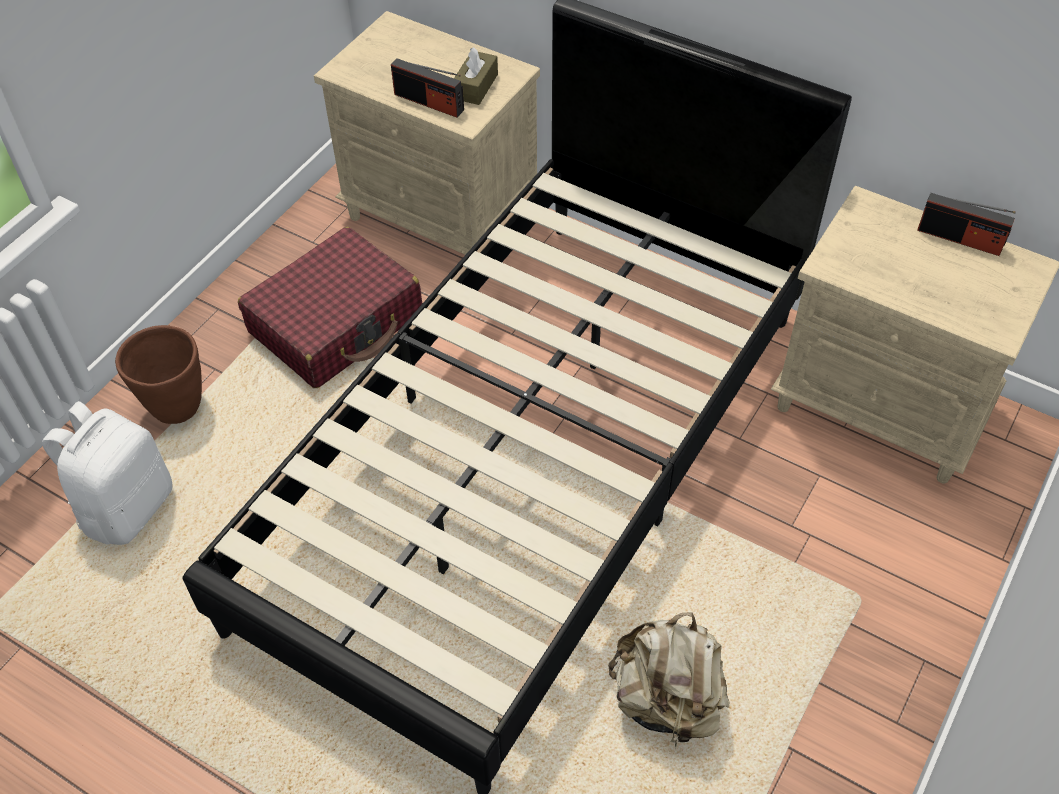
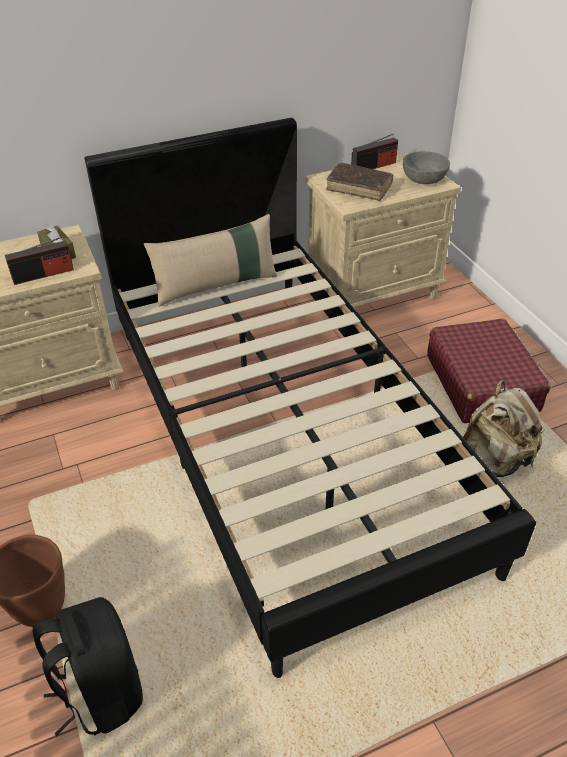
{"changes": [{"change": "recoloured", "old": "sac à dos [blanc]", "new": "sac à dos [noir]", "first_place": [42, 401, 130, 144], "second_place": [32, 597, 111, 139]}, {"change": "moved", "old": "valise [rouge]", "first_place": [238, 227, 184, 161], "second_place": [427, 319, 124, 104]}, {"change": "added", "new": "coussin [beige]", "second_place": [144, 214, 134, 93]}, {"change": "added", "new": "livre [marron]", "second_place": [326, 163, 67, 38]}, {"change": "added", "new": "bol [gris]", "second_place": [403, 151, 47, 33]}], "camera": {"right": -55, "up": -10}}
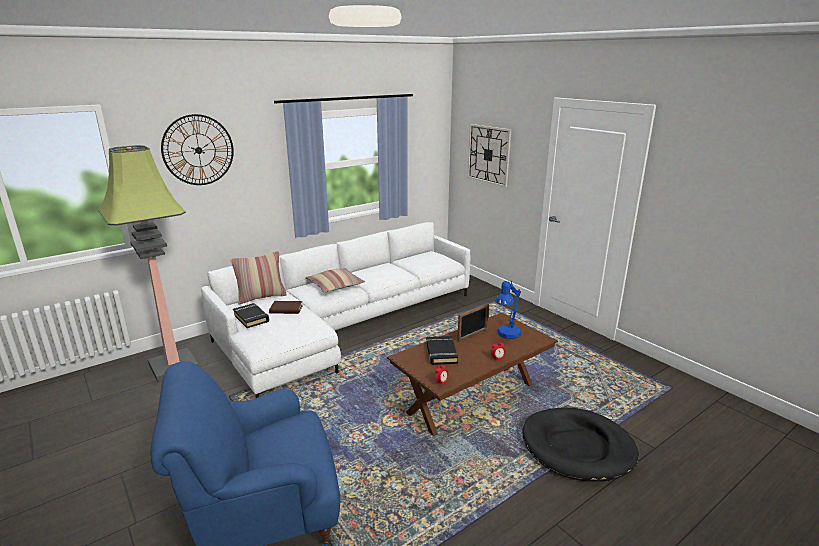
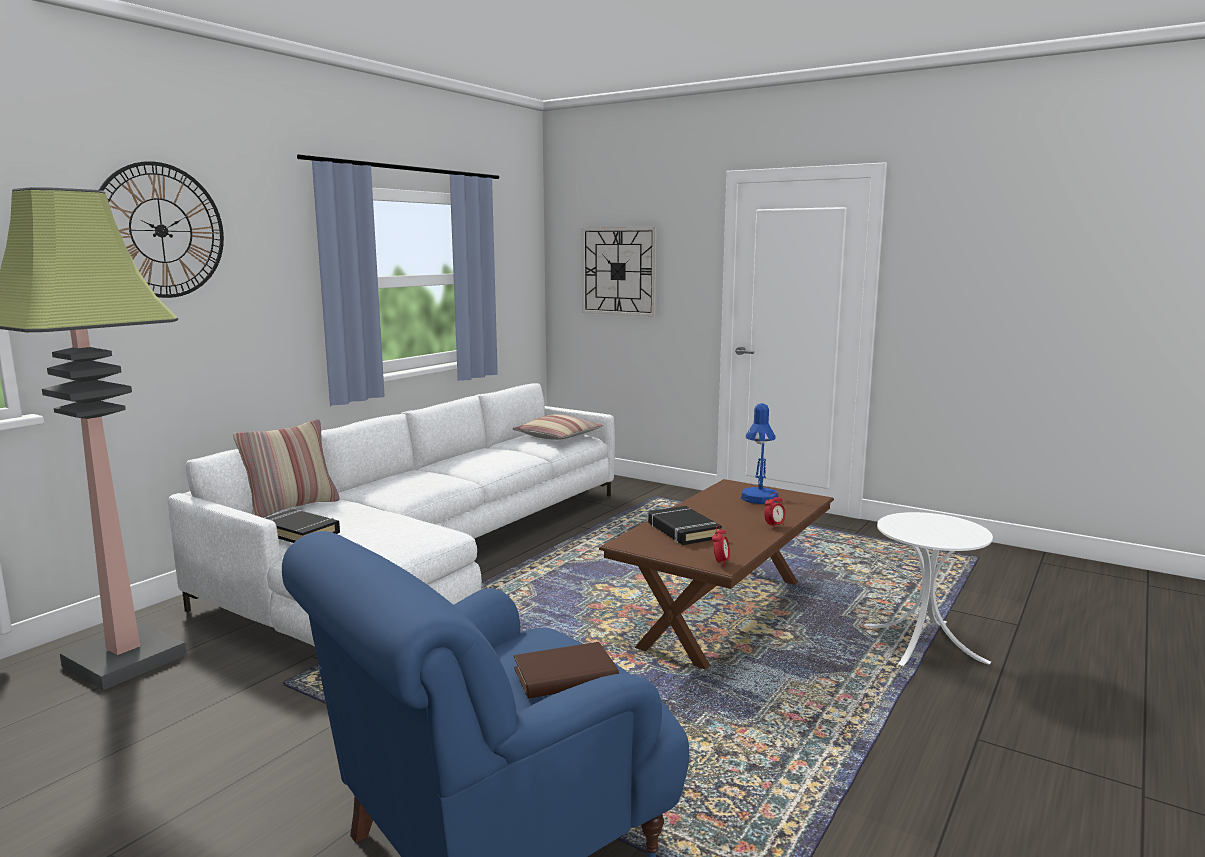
{"changes": [{"change": "moved", "old": "livre [marron]", "first_place": [269, 301, 34, 13], "second_place": [514, 642, 105, 57]}, {"change": "moved", "old": "coussin", "first_place": [306, 268, 59, 25], "second_place": [513, 414, 90, 26]}, {"change": "removed", "old": "cadre photo", "first_place": [457, 303, 32, 39]}, {"change": "replaced", "old": "panier pour chien [noir]", "new": "table d'appoint [blanc]", "first_place": [522, 408, 117, 74], "second_place": [864, 512, 129, 154]}], "camera": {"right": -20, "up": -10}}
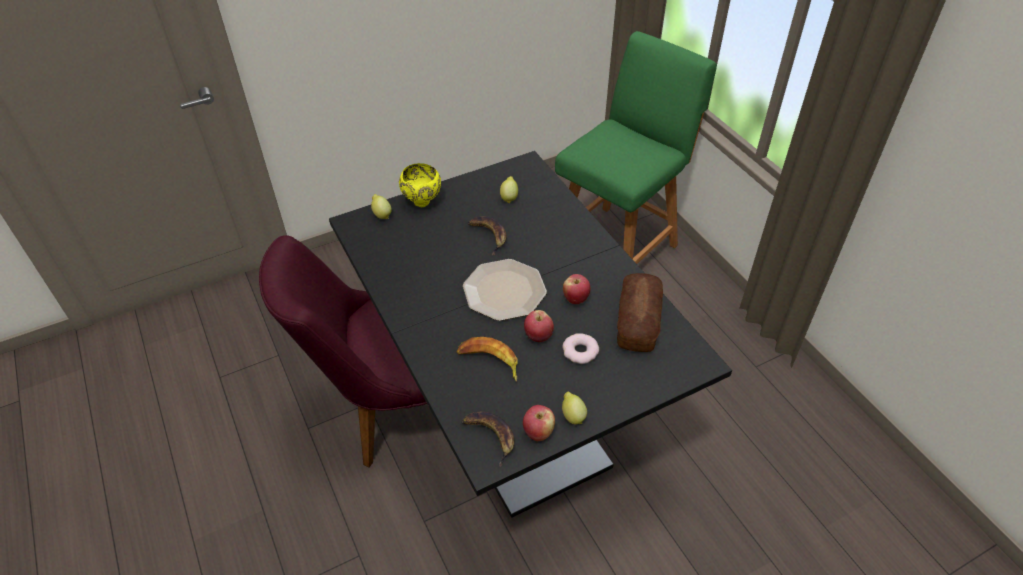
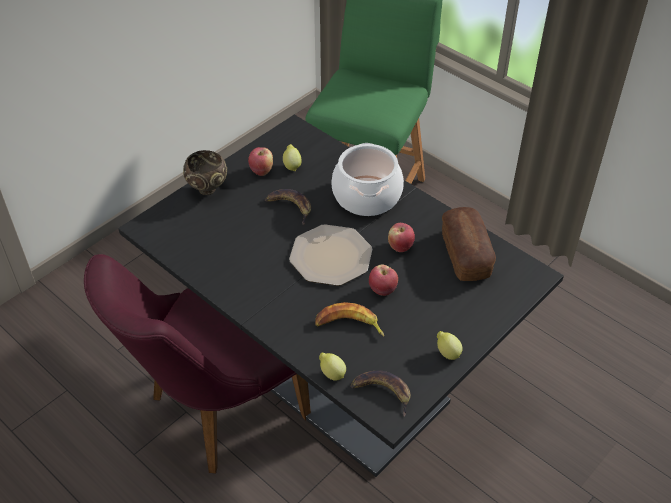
{"changes": [{"change": "moved", "old": "citron", "first_place": [371, 194, 21, 25], "second_place": [319, 353, 27, 28]}, {"change": "recoloured", "old": "bol [jaune]", "new": "bol [marron]", "first_place": [399, 163, 42, 44], "second_place": [183, 150, 44, 45]}, {"change": "moved", "old": "pomme", "first_place": [523, 405, 32, 36], "second_place": [248, 147, 25, 29]}, {"change": "removed", "old": "beignet", "first_place": [562, 333, 37, 31]}, {"change": "added", "new": "marmite", "second_place": [332, 143, 72, 73]}], "camera": {"right": -20, "up": 0}}
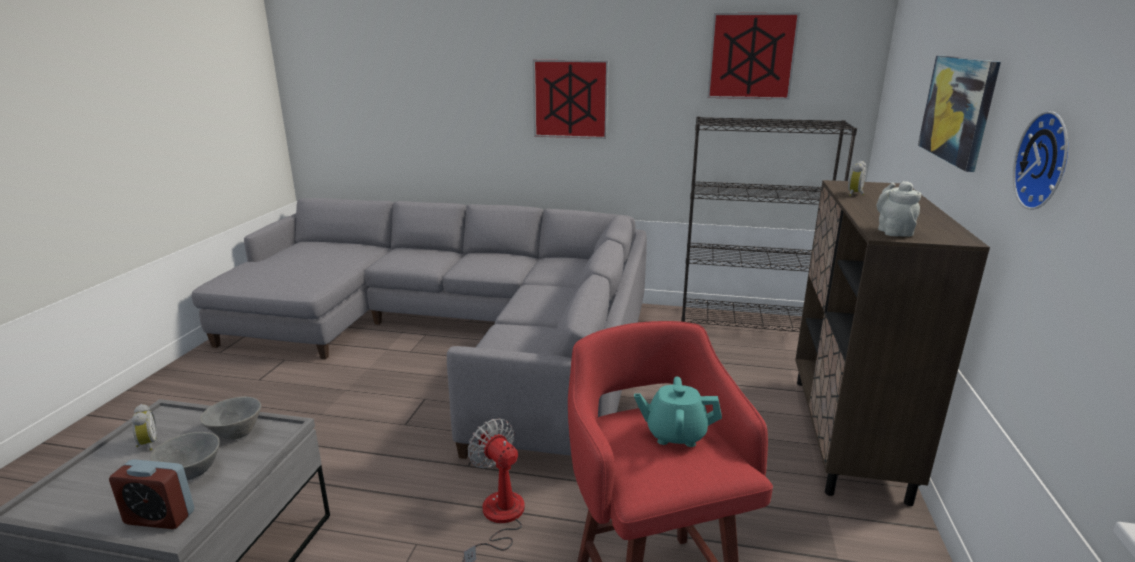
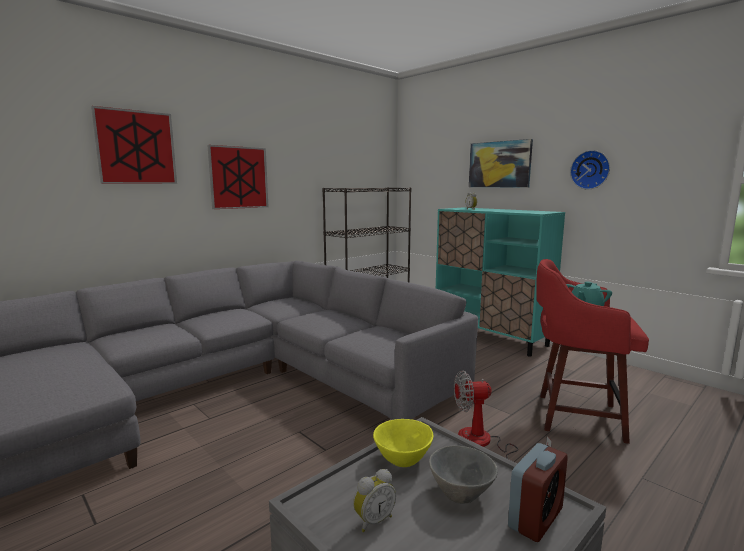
{"changes": [{"change": "turned", "old": "réveil", "first_place": [132, 404, 25, 47], "second_place": [353, 469, 43, 63], "degrees": 135}, {"change": "recoloured", "old": "bol [gris]", "new": "bol [jaune]", "first_place": [200, 397, 61, 43], "second_place": [373, 419, 60, 48]}, {"change": "moved", "old": "tableau", "first_place": [707, 13, 93, 87], "second_place": [91, 106, 86, 78]}, {"change": "recoloured", "old": "meuble de rangement [marron]", "new": "meuble de rangement [turquoise]", "first_place": [795, 180, 195, 326], "second_place": [436, 208, 129, 149]}, {"change": "removed", "old": "théière [gris]", "first_place": [876, 181, 45, 56]}], "camera": {"right": -55, "up": -10}}
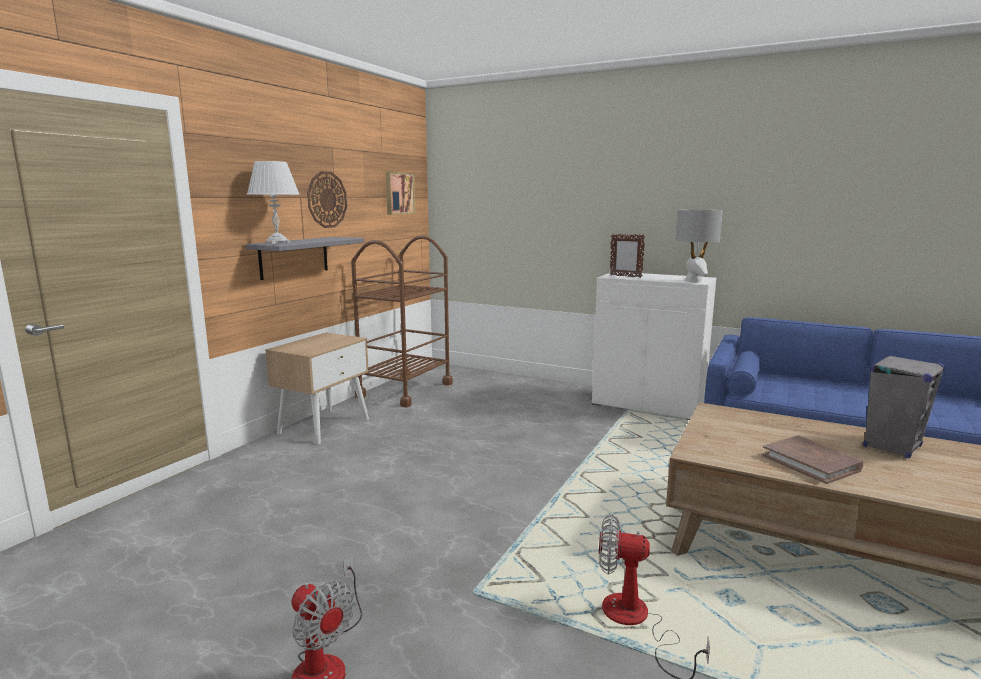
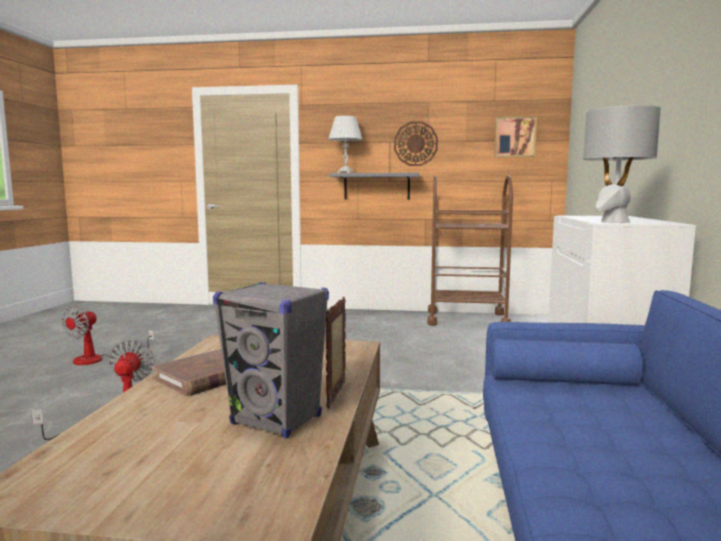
{"changes": [{"change": "removed", "old": "table de chevet [beige]", "first_place": [265, 333, 104, 111]}, {"change": "moved", "old": "cadre photo", "first_place": [610, 234, 35, 44], "second_place": [326, 297, 20, 112]}], "camera": {"right": 70, "up": -5}}
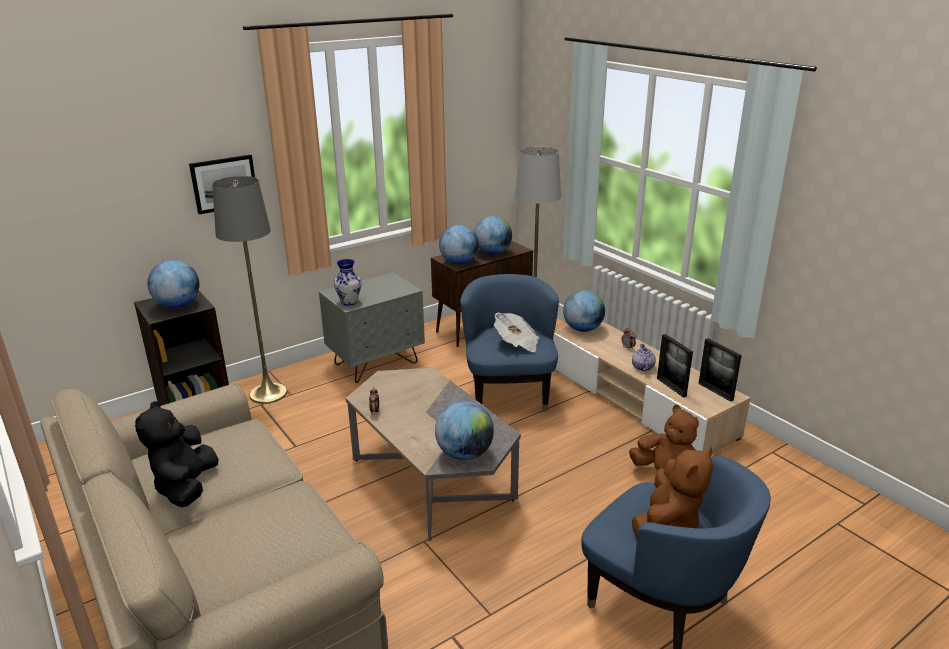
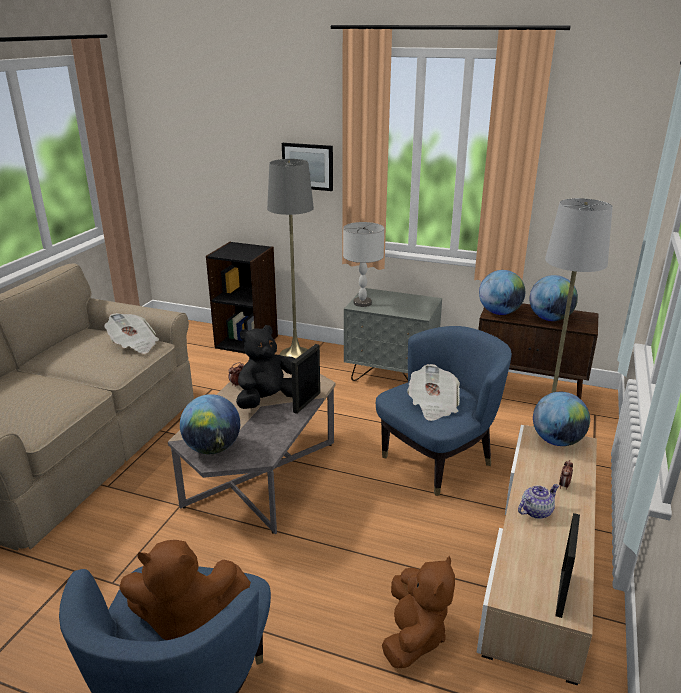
{"changes": [{"change": "moved", "old": "peluche [noir]", "first_place": [135, 401, 84, 106], "second_place": [236, 325, 60, 84]}, {"change": "removed", "old": "globe", "first_place": [147, 260, 52, 48]}, {"change": "replaced", "old": "vase", "new": "lampe de table [gris]", "first_place": [334, 259, 27, 46], "second_place": [343, 222, 41, 85]}, {"change": "moved", "old": "cadre photo", "first_place": [657, 334, 36, 64], "second_place": [291, 344, 29, 70]}, {"change": "added", "new": "journal", "second_place": [105, 313, 54, 41]}], "camera": {"right": 55, "up": 0}}
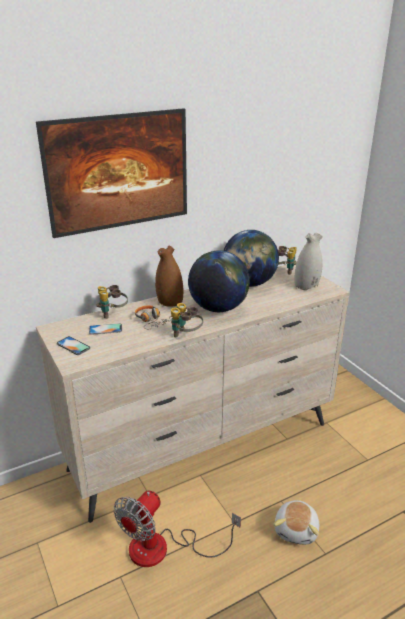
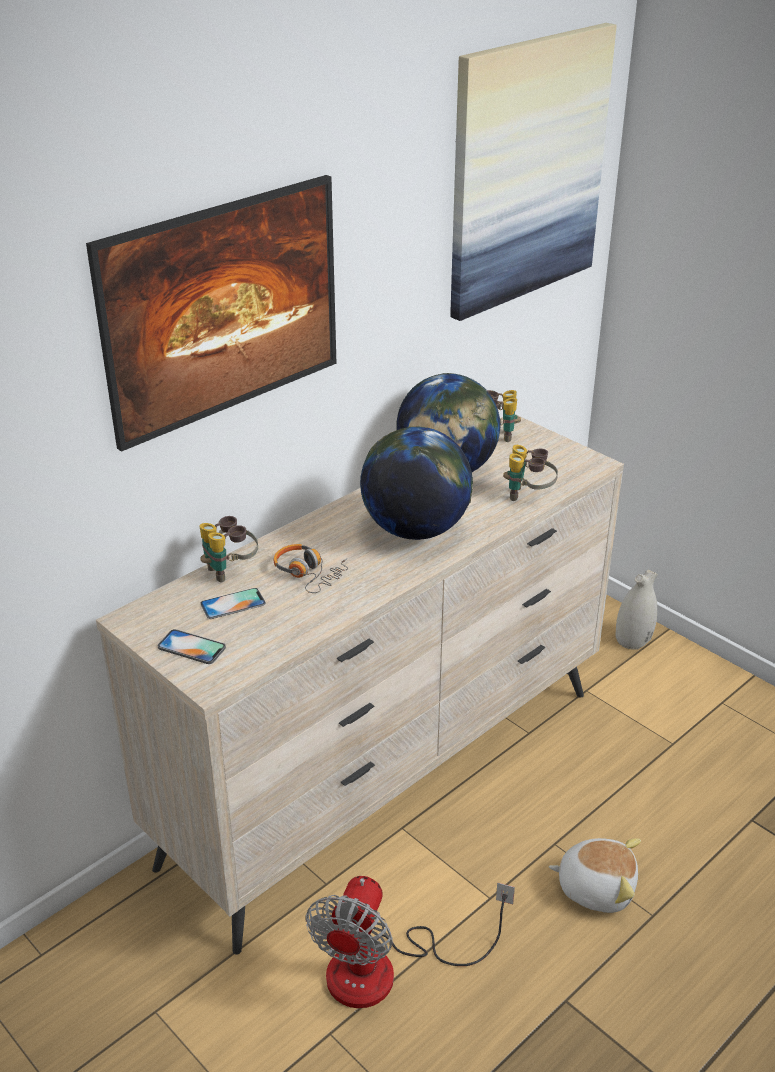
{"changes": [{"change": "removed", "old": "vase [marron]", "first_place": [155, 246, 28, 61]}, {"change": "moved", "old": "jumelles", "first_place": [171, 303, 32, 35], "second_place": [503, 445, 55, 56]}, {"change": "turned", "old": "peluche", "first_place": [274, 500, 45, 45], "second_place": [548, 838, 93, 75], "degrees": -75}, {"change": "moved", "old": "vase [blanc]", "first_place": [295, 233, 28, 57], "second_place": [616, 569, 42, 81]}, {"change": "added", "new": "tableau", "second_place": [450, 23, 167, 298]}], "camera": {"right": -15, "up": 5}}
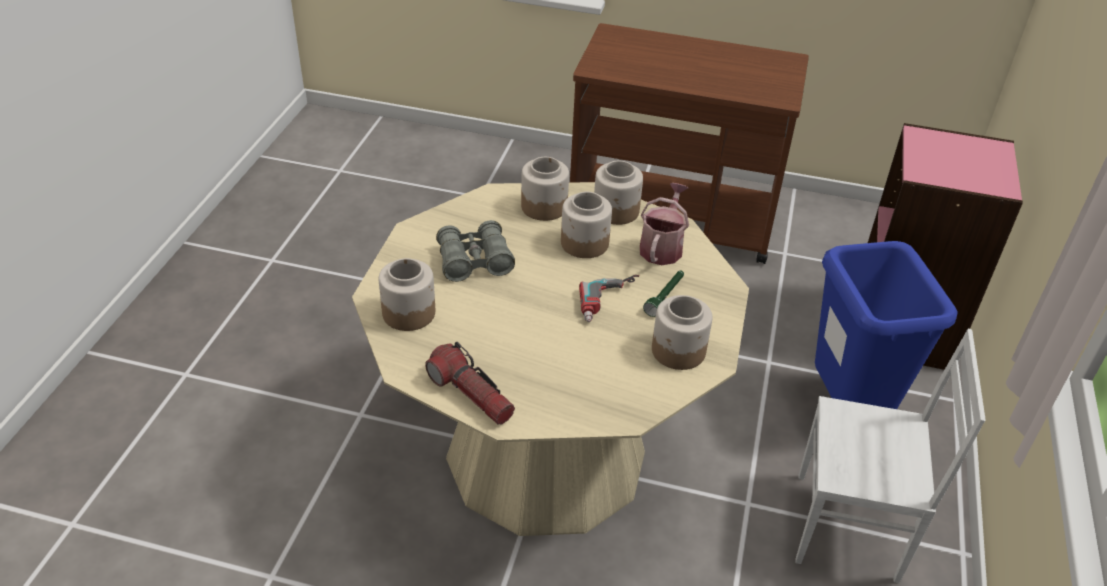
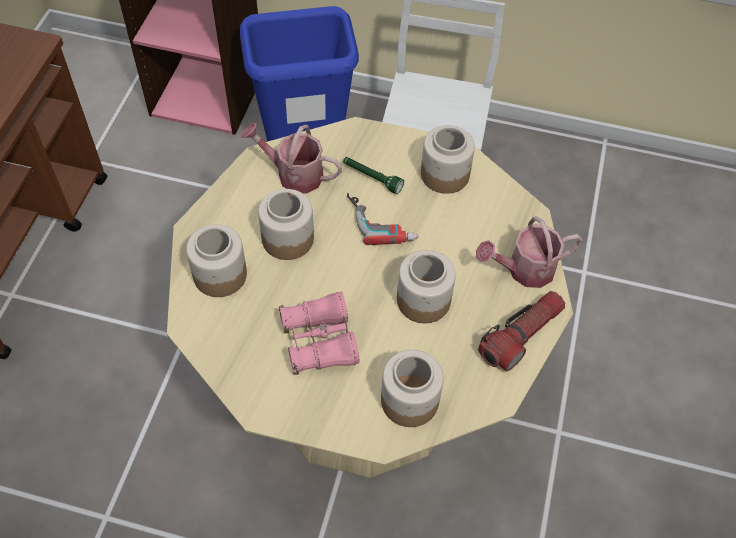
{"changes": [{"change": "recoloured", "old": "jumelles [gris]", "new": "jumelles [rose]", "first_place": [436, 220, 79, 62], "second_place": [279, 292, 80, 83]}, {"change": "moved", "old": "bocal", "first_place": [594, 161, 49, 64], "second_place": [397, 250, 59, 73]}, {"change": "added", "new": "arrosoir", "second_place": [476, 216, 107, 72]}], "camera": {"right": -90, "up": 15}}
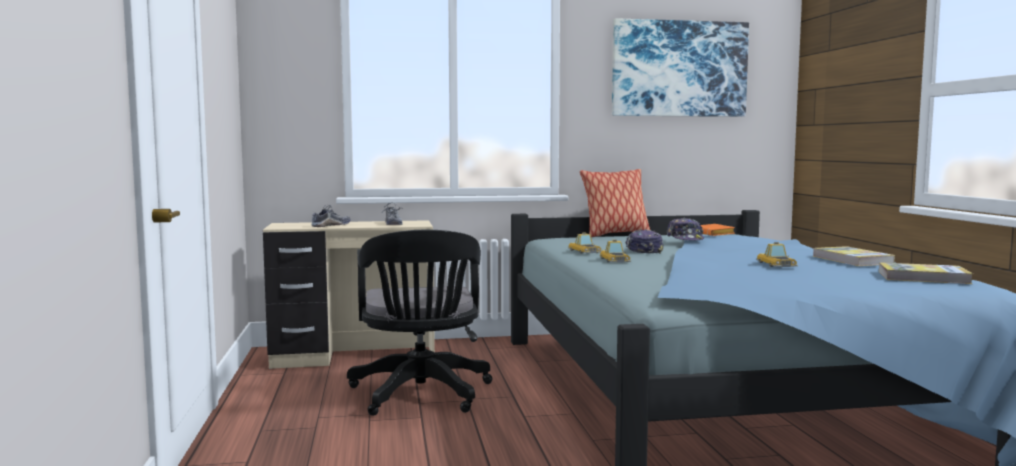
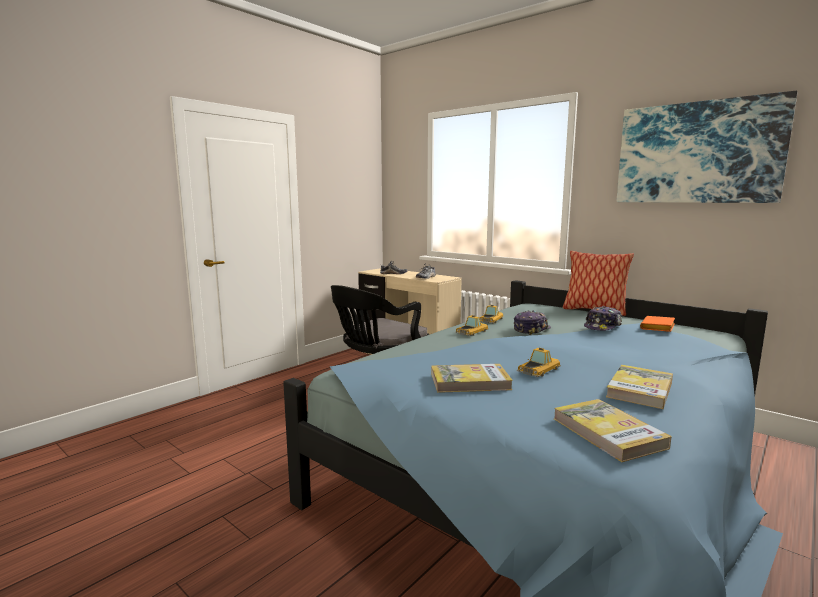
{"changes": [{"change": "added", "new": "livre", "second_place": [431, 364, 82, 29]}], "camera": {"right": 50, "up": 5}}
